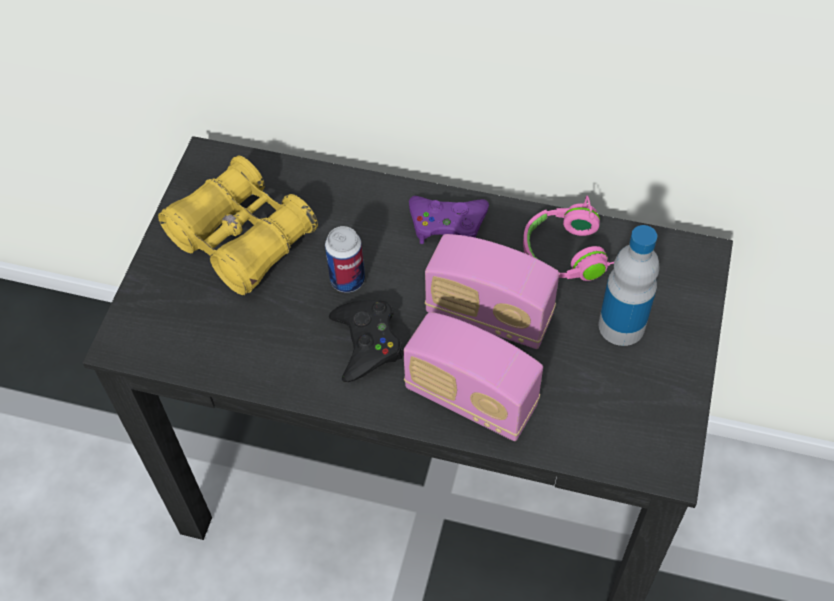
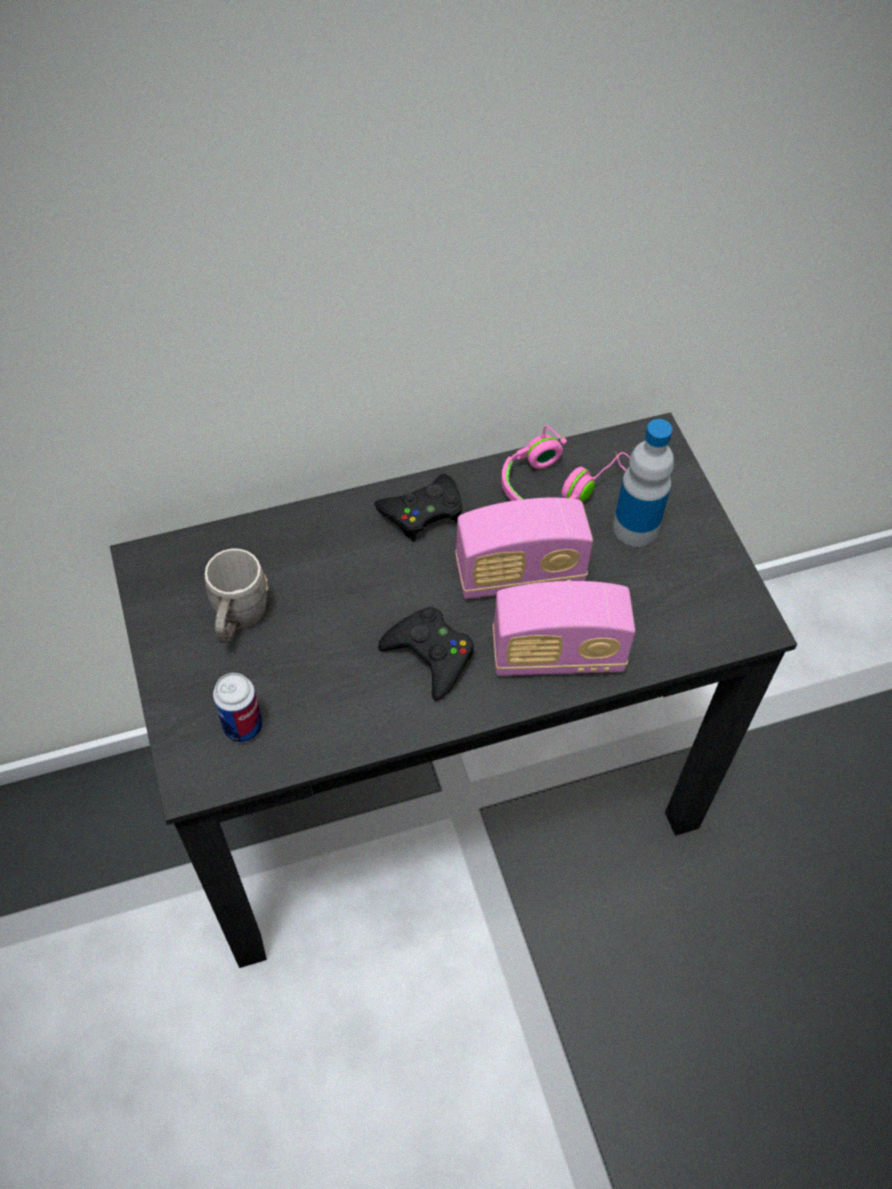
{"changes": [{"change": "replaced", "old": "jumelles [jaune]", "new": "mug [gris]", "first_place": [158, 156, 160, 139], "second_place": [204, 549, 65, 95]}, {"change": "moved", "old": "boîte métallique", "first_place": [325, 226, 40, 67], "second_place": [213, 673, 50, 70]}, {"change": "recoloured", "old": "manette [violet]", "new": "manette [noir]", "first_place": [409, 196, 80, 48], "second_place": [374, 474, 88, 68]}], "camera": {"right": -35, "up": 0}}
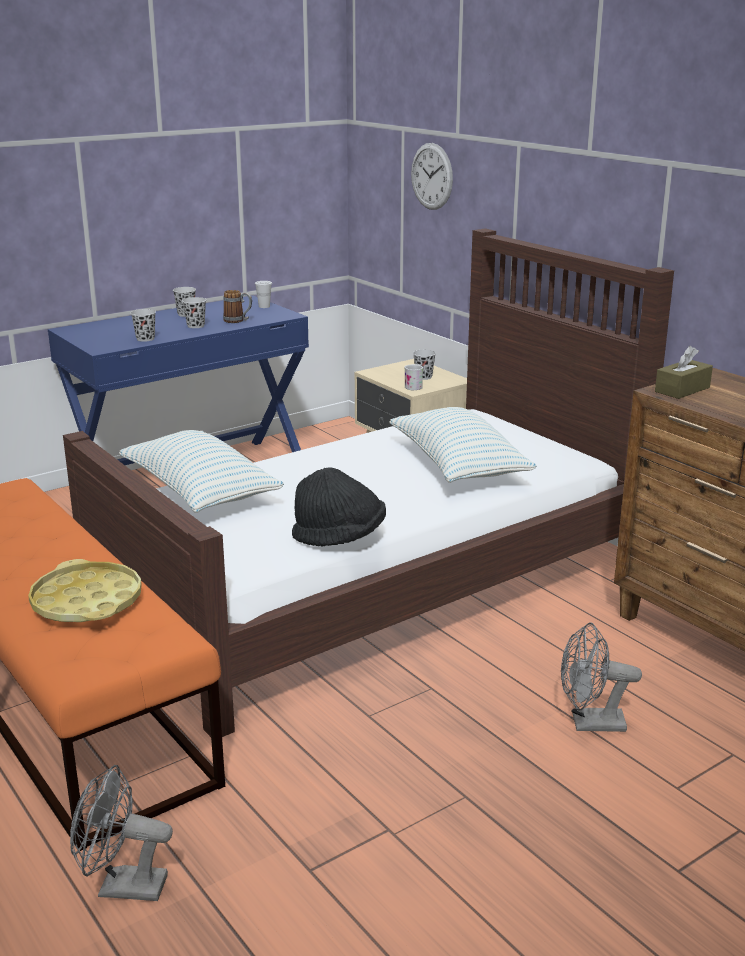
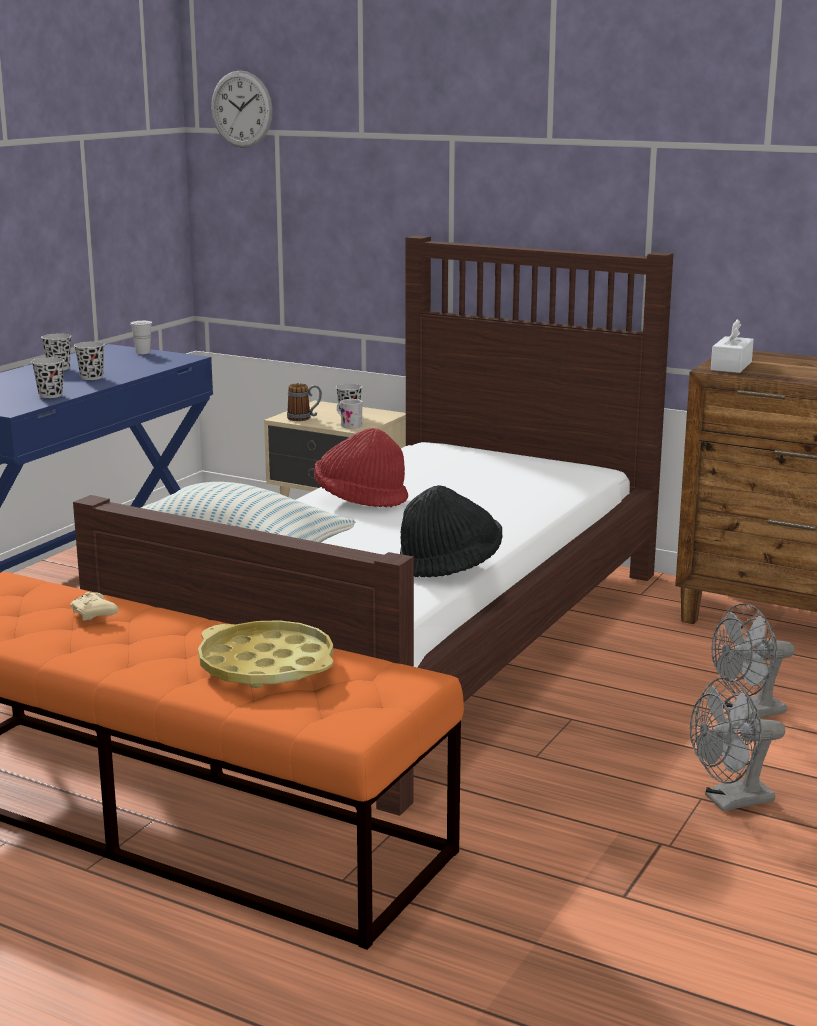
{"changes": [{"change": "moved", "old": "ventilateur [gris]", "first_place": [70, 765, 103, 136], "second_place": [690, 677, 95, 134]}, {"change": "moved", "old": "mug", "first_place": [223, 290, 29, 33], "second_place": [287, 383, 35, 38]}, {"change": "removed", "old": "coussin", "first_place": [389, 407, 148, 76]}, {"change": "moved", "old": "horloge murale", "first_place": [411, 143, 42, 67], "second_place": [211, 70, 62, 78]}, {"change": "recoloured", "old": "boîte à mouchoirs [marron]", "new": "boîte à mouchoirs [blanc]", "first_place": [655, 346, 58, 53], "second_place": [711, 319, 43, 54]}, {"change": "added", "new": "manette [beige]", "second_place": [70, 592, 49, 29]}, {"change": "added", "new": "chapeau [rouge]", "second_place": [314, 428, 94, 79]}], "camera": {"right": -25, "up": -5}}
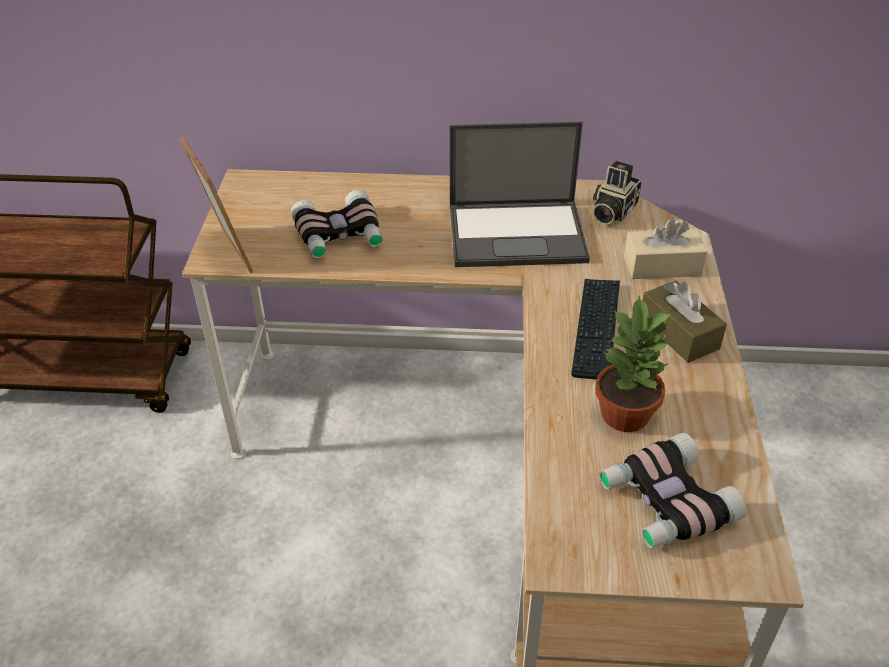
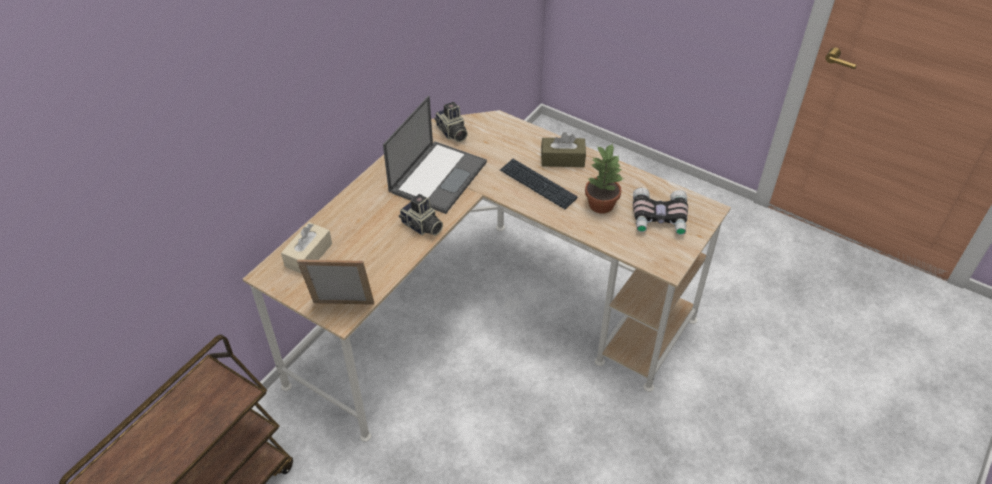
{"changes": [{"change": "removed", "old": "jumelles", "first_place": [291, 190, 92, 68]}, {"change": "moved", "old": "boîte à mouchoirs [beige]", "first_place": [624, 218, 84, 61], "second_place": [281, 222, 51, 52]}, {"change": "added", "new": "appareil photo", "second_place": [399, 194, 44, 42]}], "camera": {"right": -60, "up": 5}}
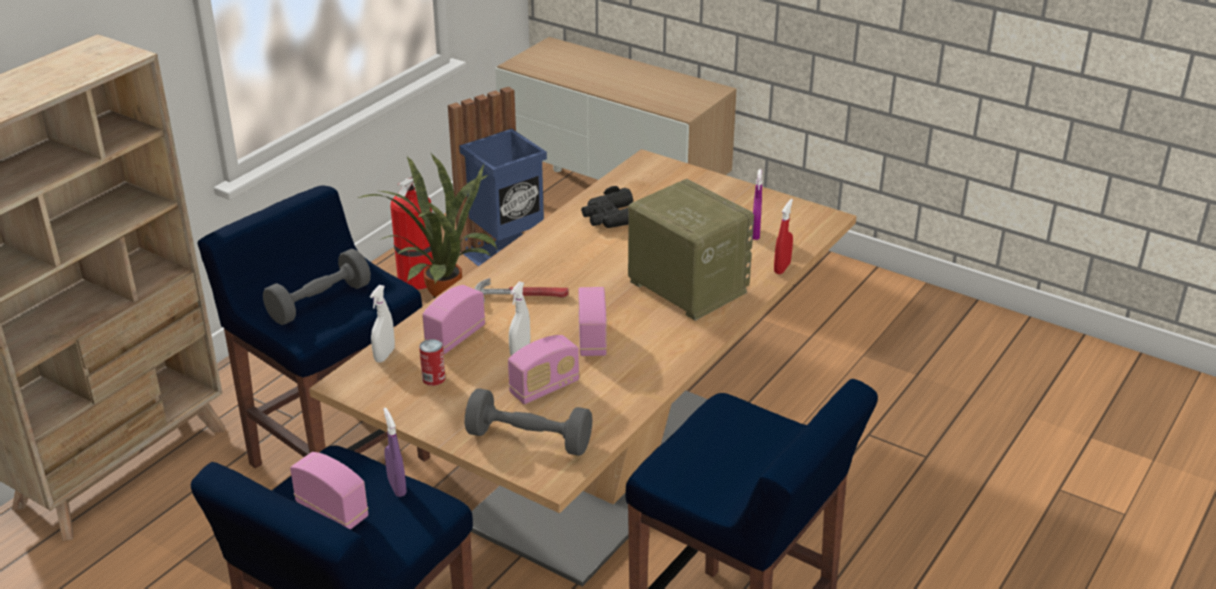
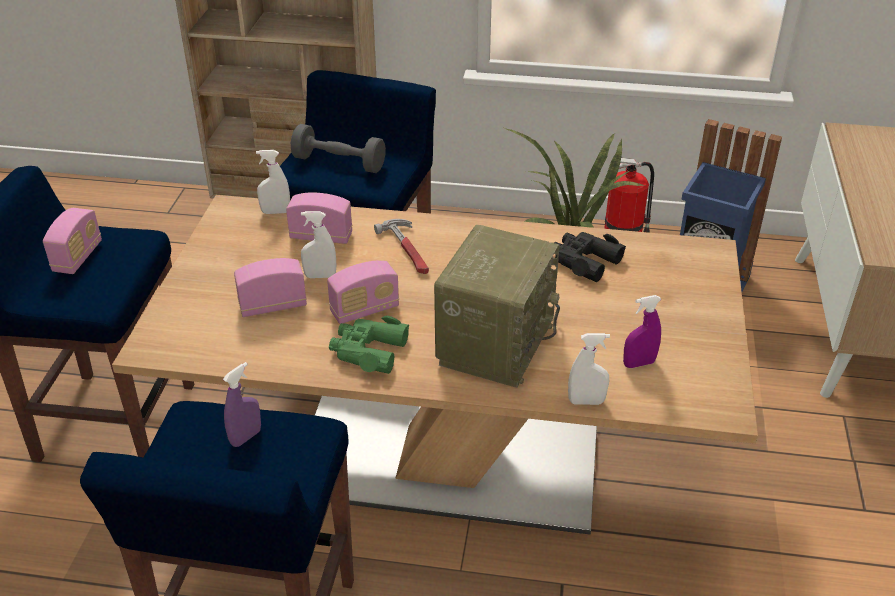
{"changes": [{"change": "moved", "old": "vaporisateur [violet]", "first_place": [383, 408, 24, 89], "second_place": [223, 362, 38, 85]}, {"change": "removed", "old": "boîte métallique", "first_place": [419, 339, 26, 47]}, {"change": "removed", "old": "haltère [gris]", "first_place": [465, 388, 127, 68]}, {"change": "turned", "old": "radio", "first_place": [508, 335, 72, 69], "second_place": [234, 258, 73, 59], "degrees": 135}, {"change": "recoloured", "old": "vaporisateur [rouge]", "new": "vaporisateur [blanc]", "first_place": [774, 199, 19, 75], "second_place": [568, 333, 42, 72]}, {"change": "added", "new": "jumelles [vert]", "second_place": [329, 316, 80, 58]}], "camera": {"right": 65, "up": 5}}
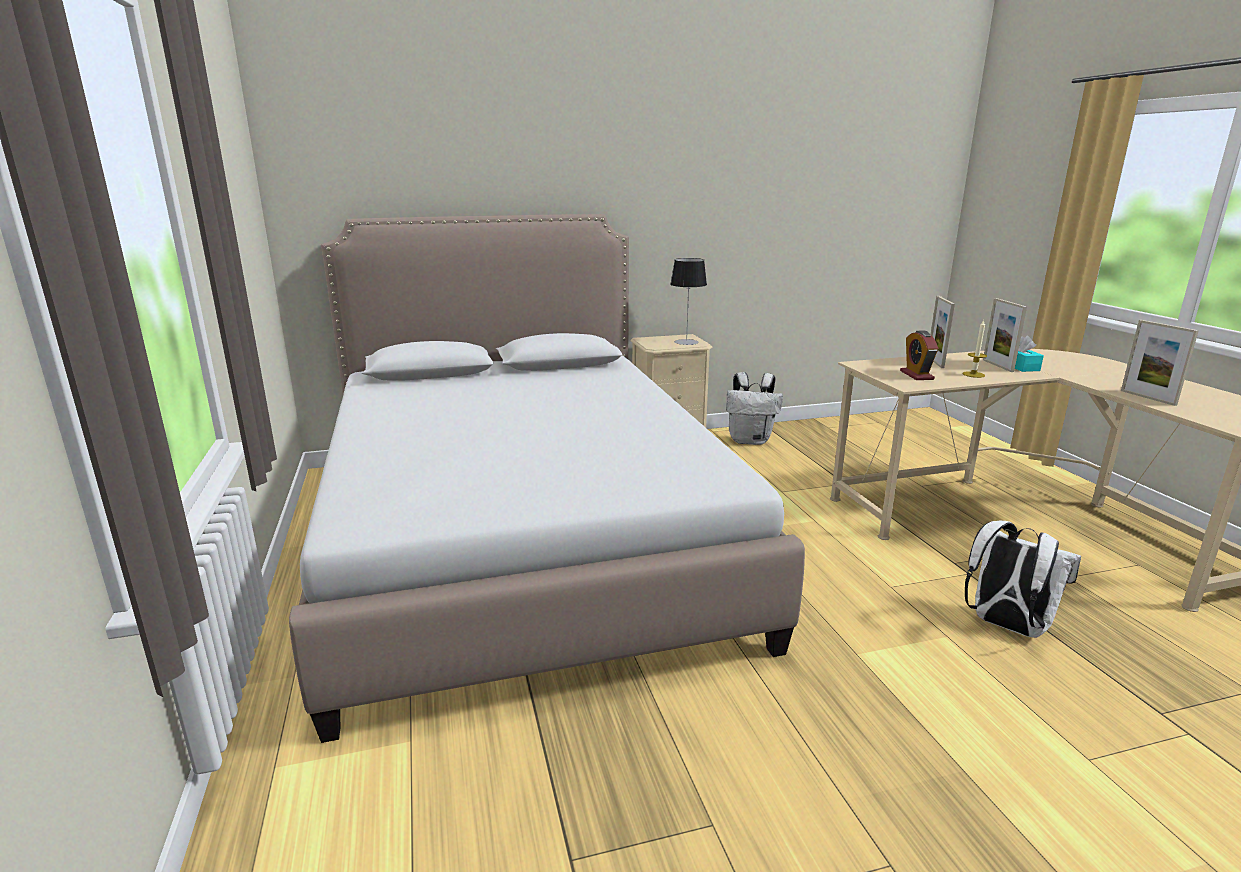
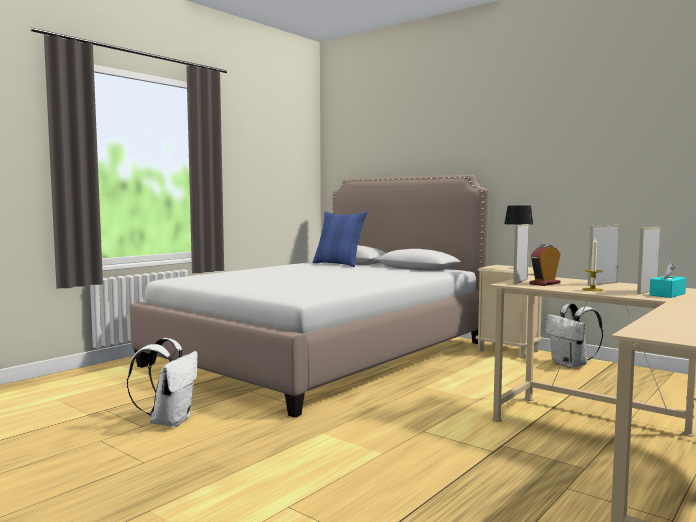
{"changes": [{"change": "moved", "old": "sac à dos [blanc]", "first_place": [965, 521, 116, 117], "second_place": [127, 338, 70, 89]}, {"change": "moved", "old": "cadre photo", "first_place": [1121, 320, 78, 86], "second_place": [513, 224, 16, 60]}, {"change": "added", "new": "coussin [bleu]", "second_place": [313, 211, 54, 56]}], "camera": {"right": 55, "up": -15}}
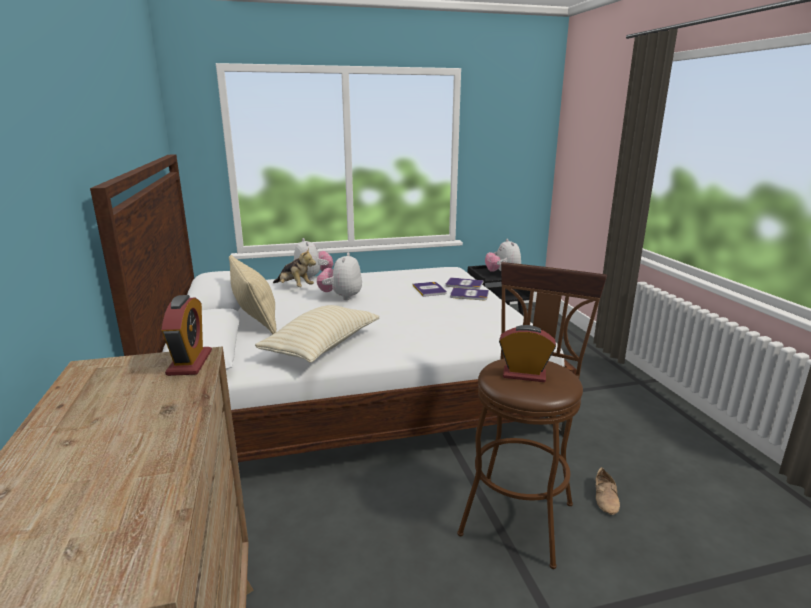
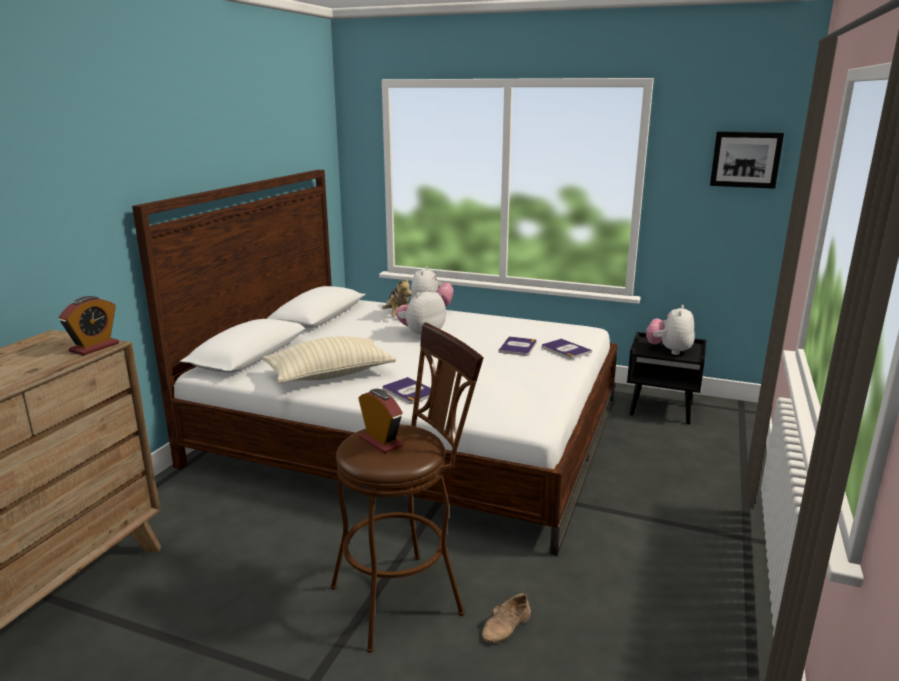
{"changes": [{"change": "removed", "old": "coussin [beige]", "first_place": [229, 255, 47, 79]}, {"change": "moved", "old": "livre", "first_place": [450, 288, 39, 12], "second_place": [382, 377, 49, 27]}, {"change": "added", "new": "tableau", "second_place": [710, 131, 74, 58]}], "camera": {"right": 35, "up": 0}}
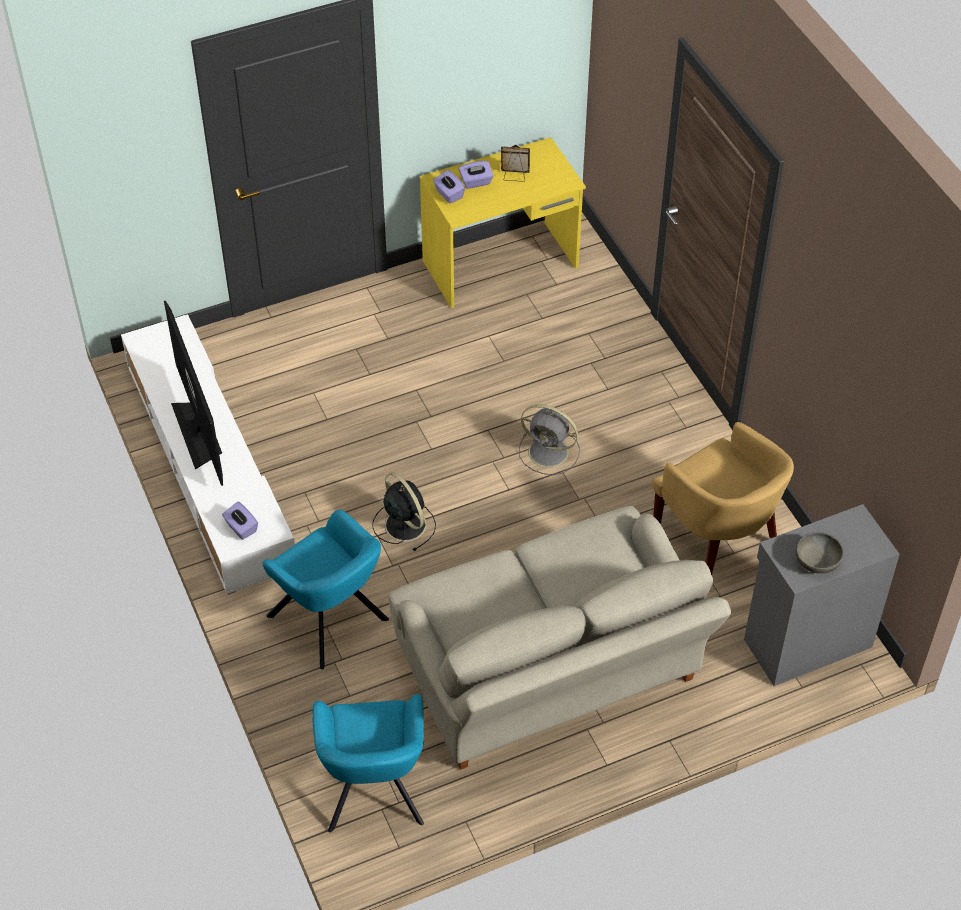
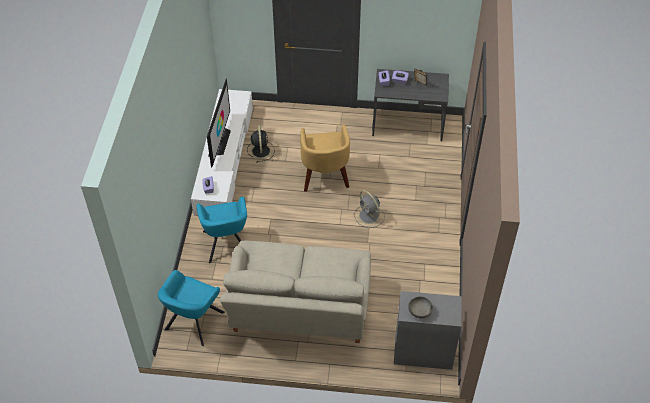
{"changes": [{"change": "moved", "old": "ventilateur [noir]", "first_place": [372, 472, 64, 79], "second_place": [247, 125, 27, 37]}, {"change": "recoloured", "old": "bureau [jaune]", "new": "bureau [gris]", "first_place": [419, 137, 167, 172], "second_place": [372, 69, 77, 72]}, {"change": "moved", "old": "fauteuil [jaune]", "first_place": [651, 422, 143, 153], "second_place": [300, 125, 50, 67]}], "camera": {"right": 30, "up": 0}}
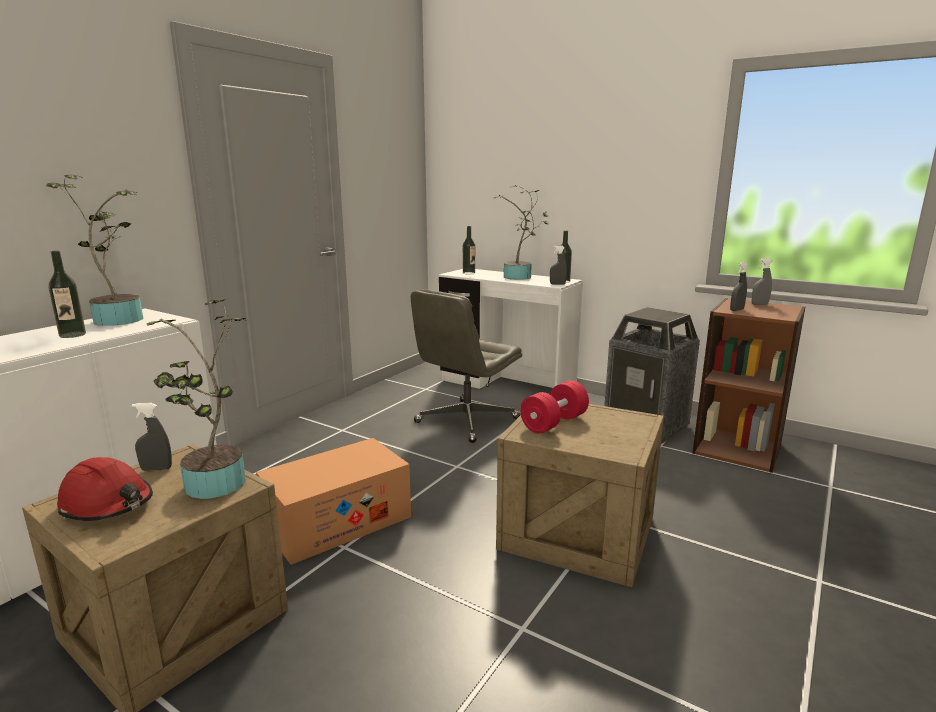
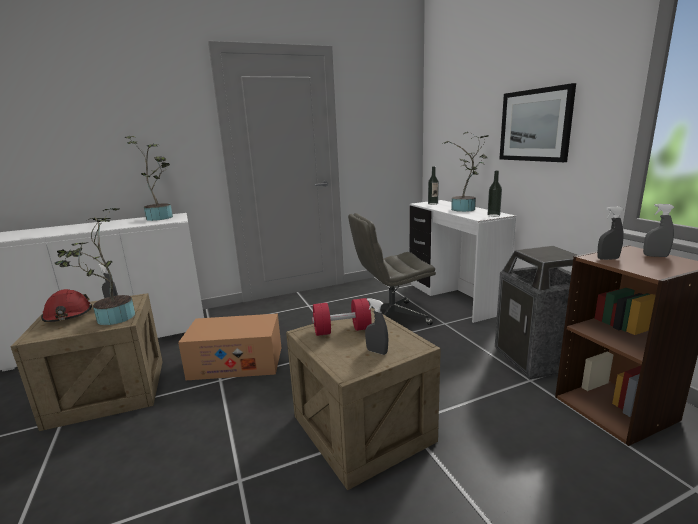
{"changes": [{"change": "removed", "old": "bouteille", "first_place": [48, 251, 38, 87]}, {"change": "moved", "old": "vaporisateur [gris]", "first_place": [550, 245, 17, 40], "second_place": [365, 298, 23, 57]}, {"change": "added", "new": "tableau", "second_place": [499, 83, 77, 79]}], "camera": {"right": 35, "up": 0}}
